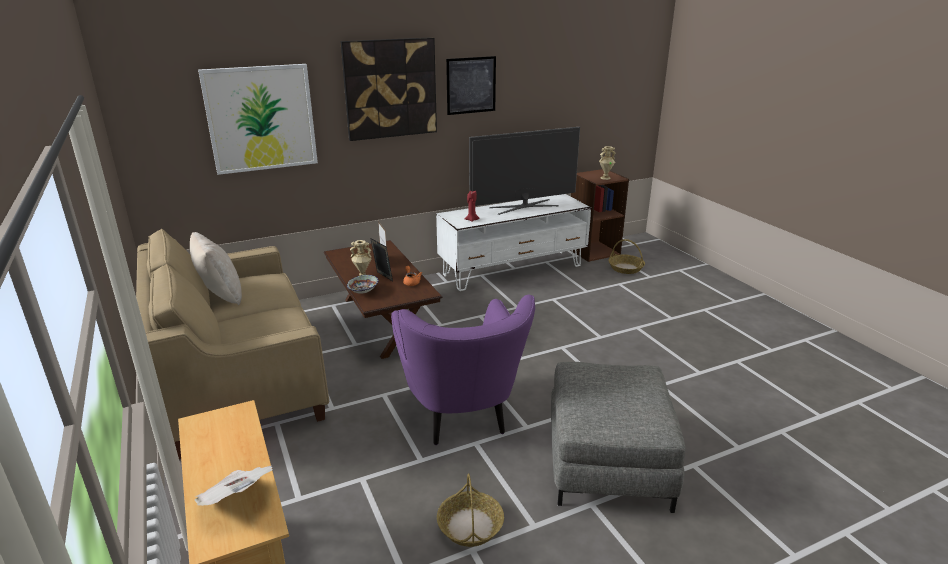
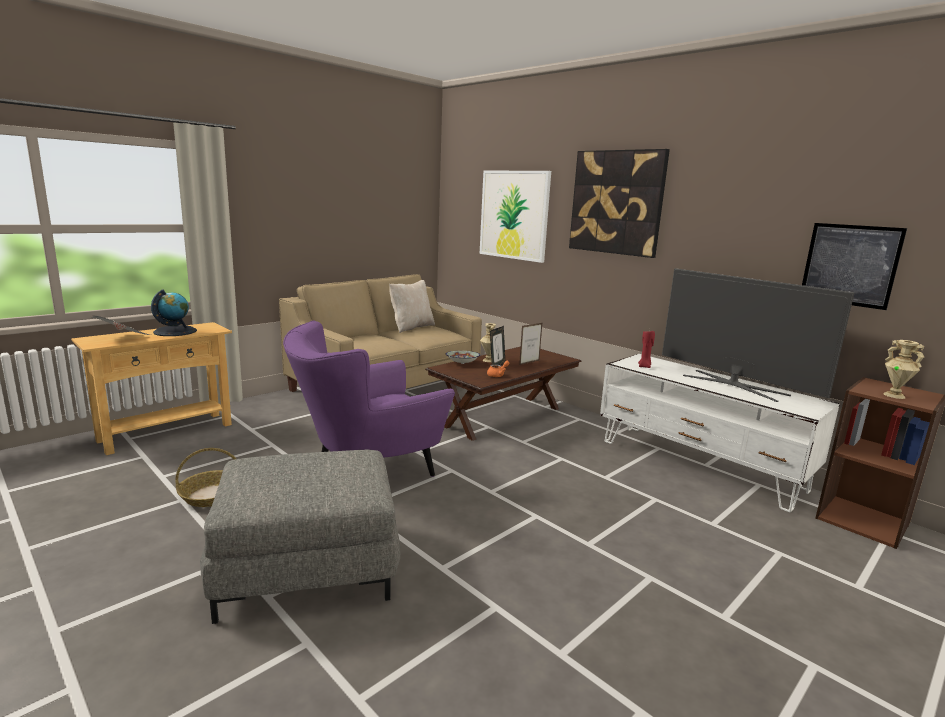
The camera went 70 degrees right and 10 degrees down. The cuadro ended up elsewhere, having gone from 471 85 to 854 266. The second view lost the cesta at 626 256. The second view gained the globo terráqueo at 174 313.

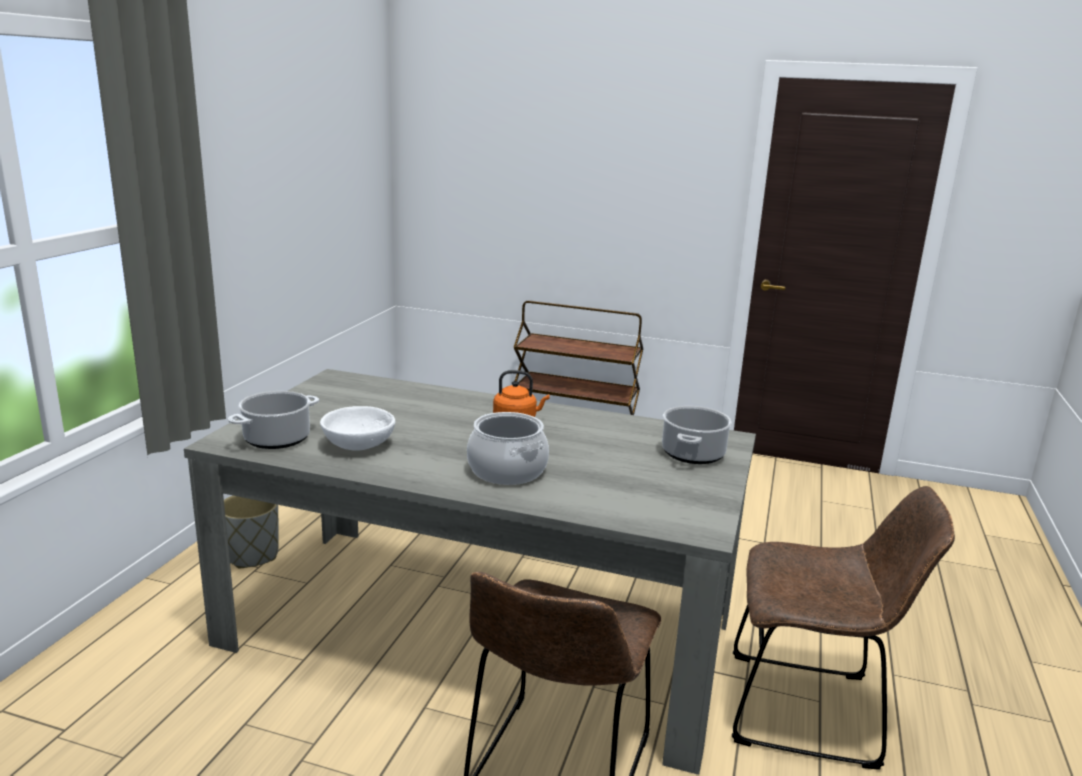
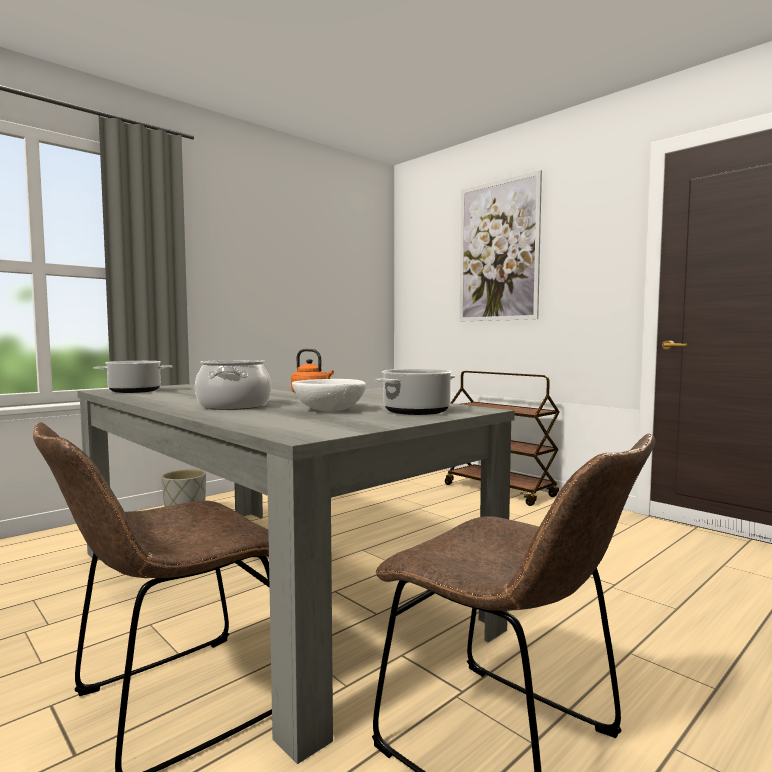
The camera went 30 degrees right and 15 degrees down. The cuenco [blanco] ended up elsewhere, having gone from 357 428 to 329 395. The second view gained the cuadro at 501 245.

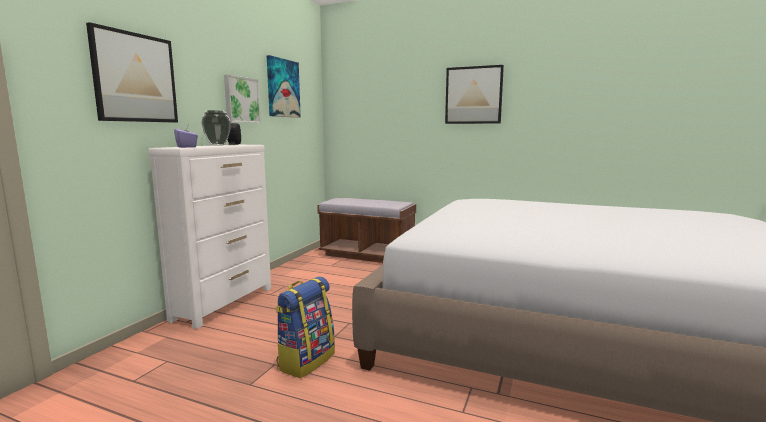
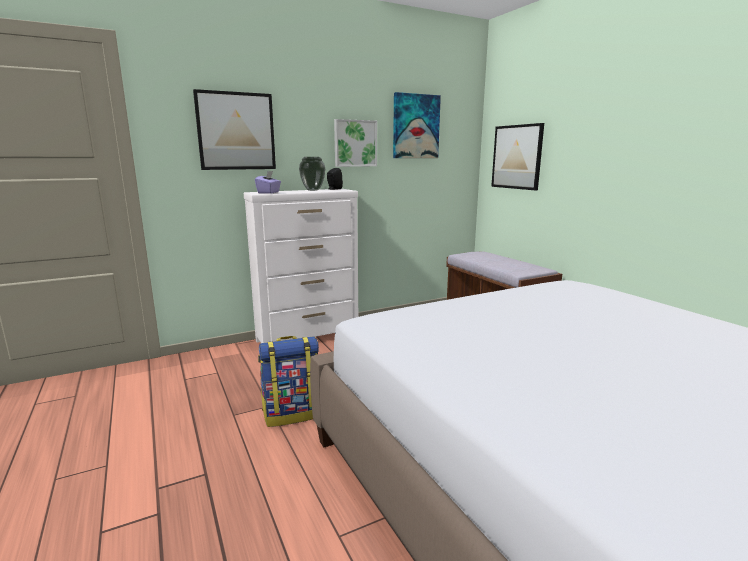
The camera went 40 degrees right and 5 degrees up. The cuadro ended up elsewhere, having gone from 474 94 to 517 156.

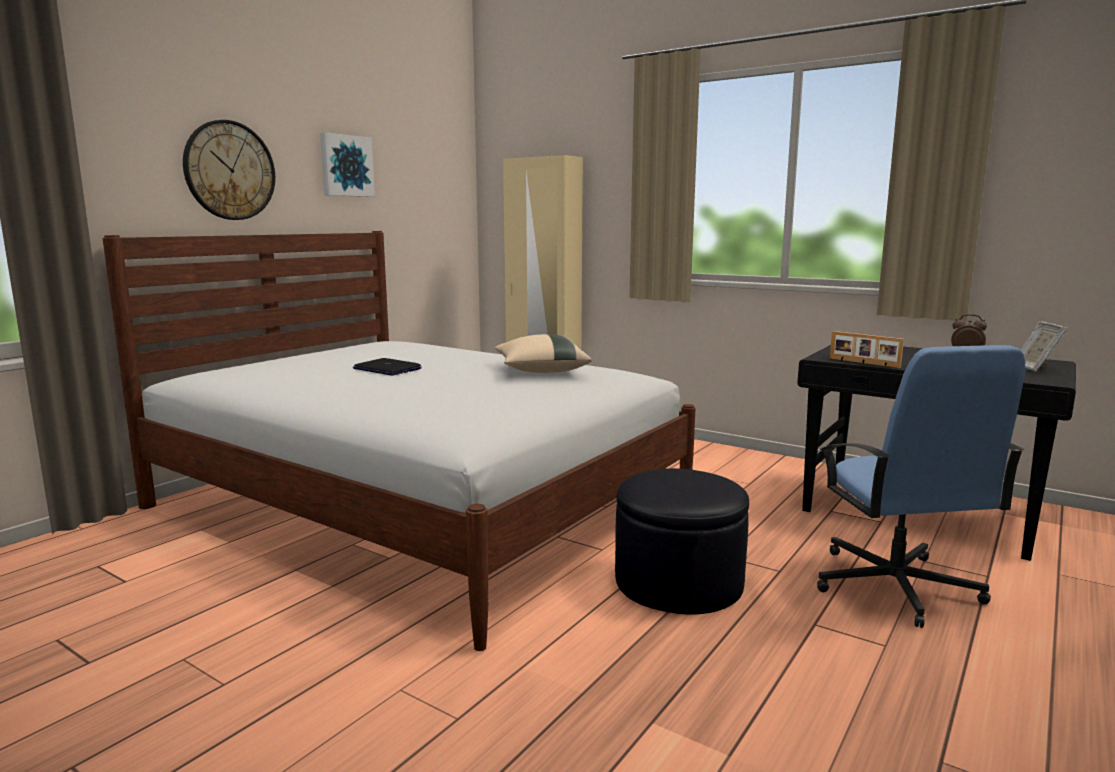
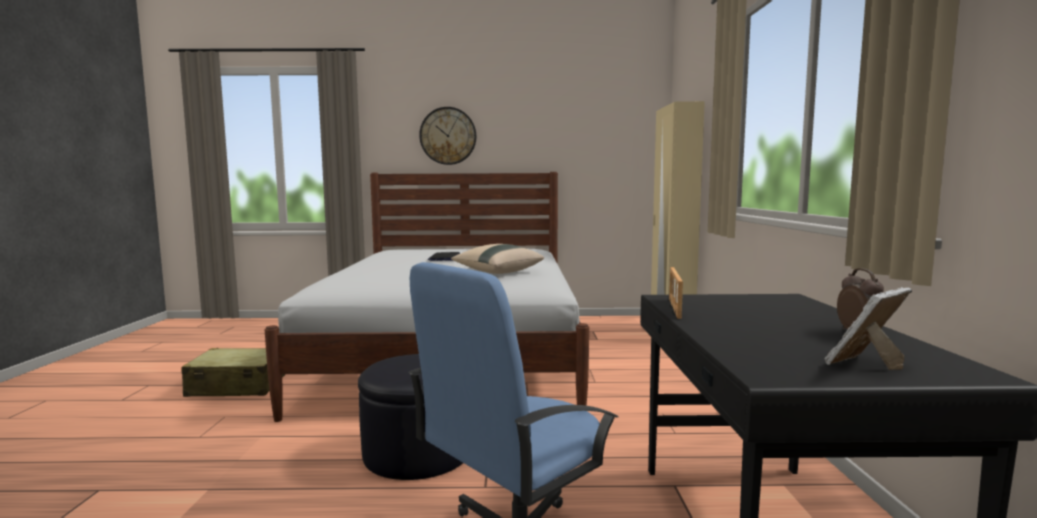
The camera went 55 degrees right and 5 degrees down. The second view lost the cuadro at 347 164. The second view gained the maleta [beis] at 233 372.

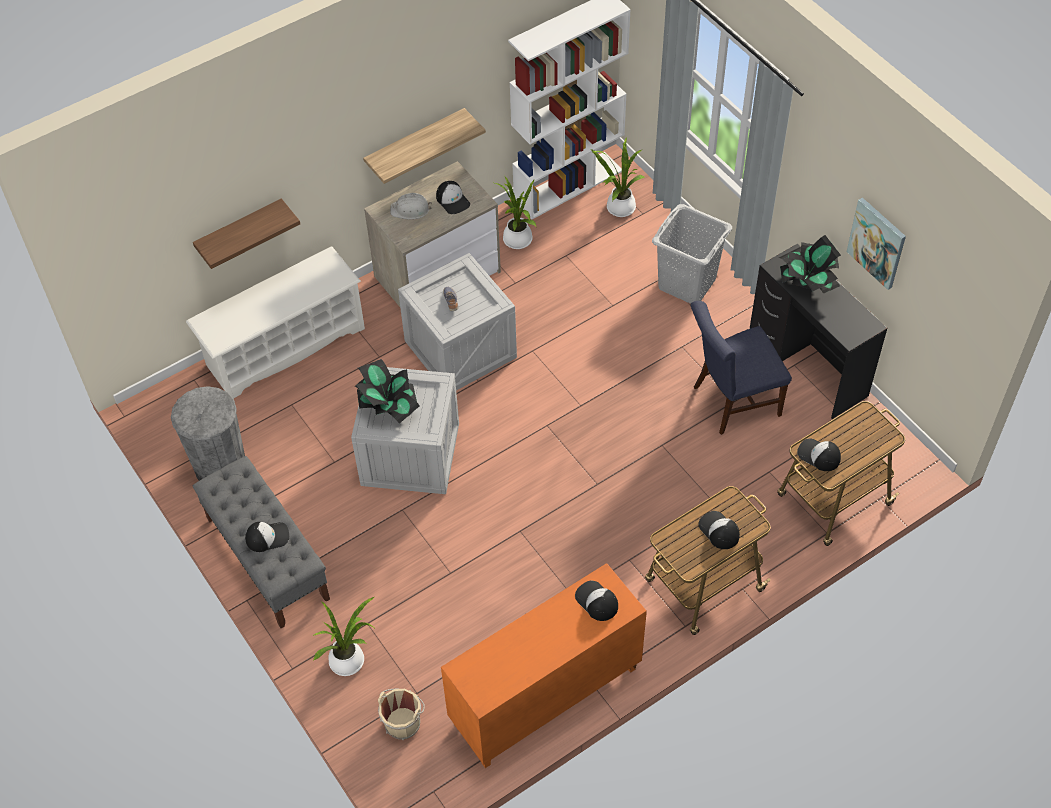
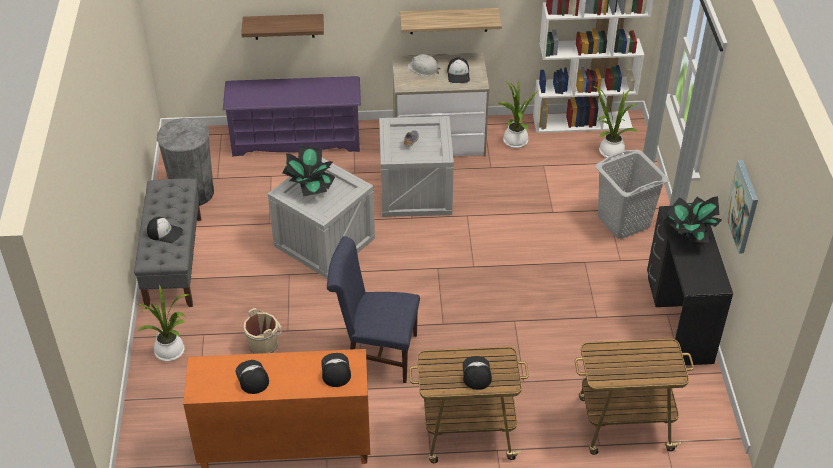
The camera went 30 degrees right and 10 degrees down. What was the zapatero [blanco] at 275 323 turned into the zapatero [morado] at 292 116. The cubo [beis] ended up elsewhere, having gone from 401 714 to 262 331. The silla [azul] ended up elsewhere, having gone from 741 368 to 373 309. The gorra ended up elsewhere, having gone from 819 454 to 252 377.

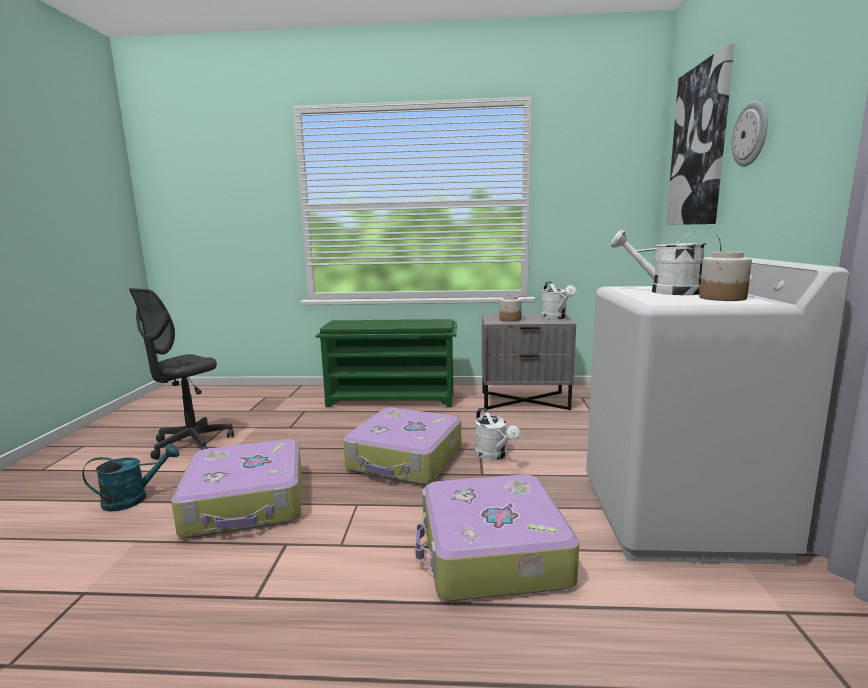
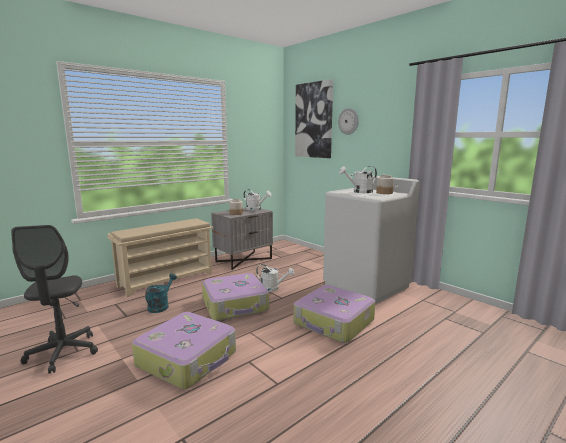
The camera went 45 degrees left and 0 degrees up. The regadera [turquesa] ended up elsewhere, having gone from 131 478 to 161 293. What was the zapatero [verde] at 386 363 turned into the zapatero [beis] at 160 257.

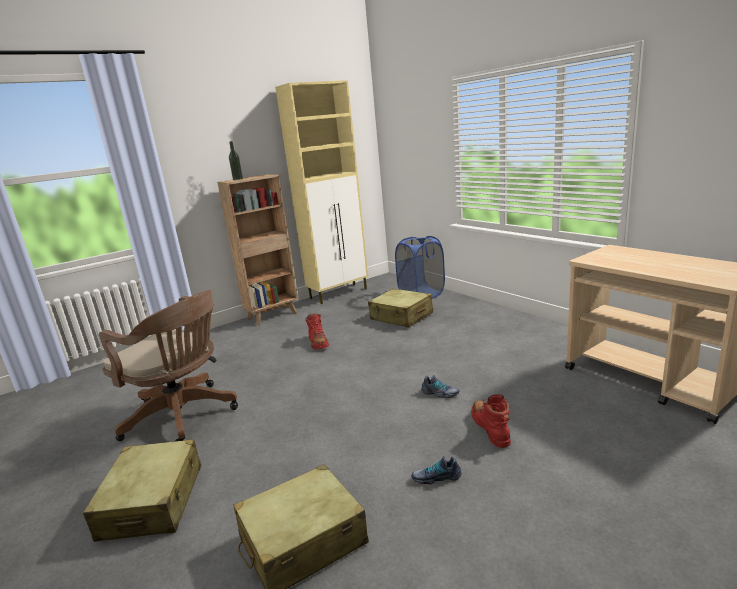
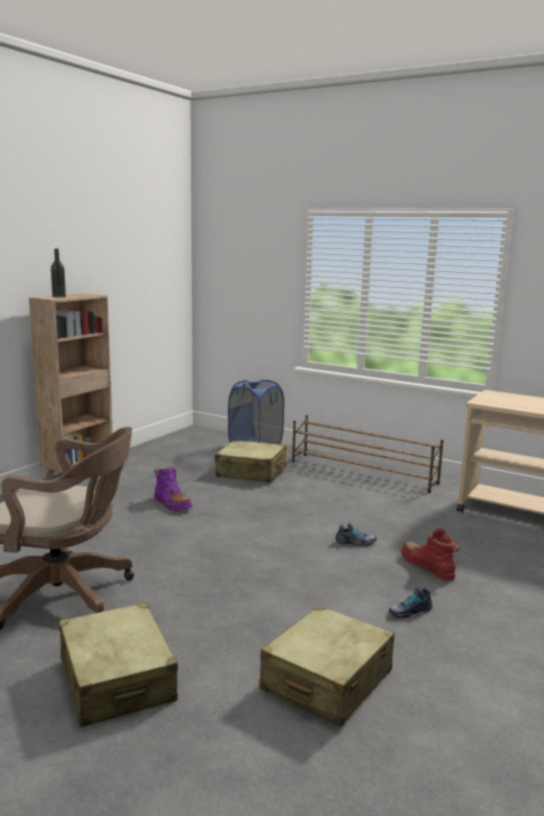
The camera went 25 degrees left and 5 degrees down. The second view lost the armario [beis] at 321 192. What was the bota [rojo] at 317 331 turned into the bota [morado] at 173 489. The second view gained the zapatero [marrón] at 368 454.

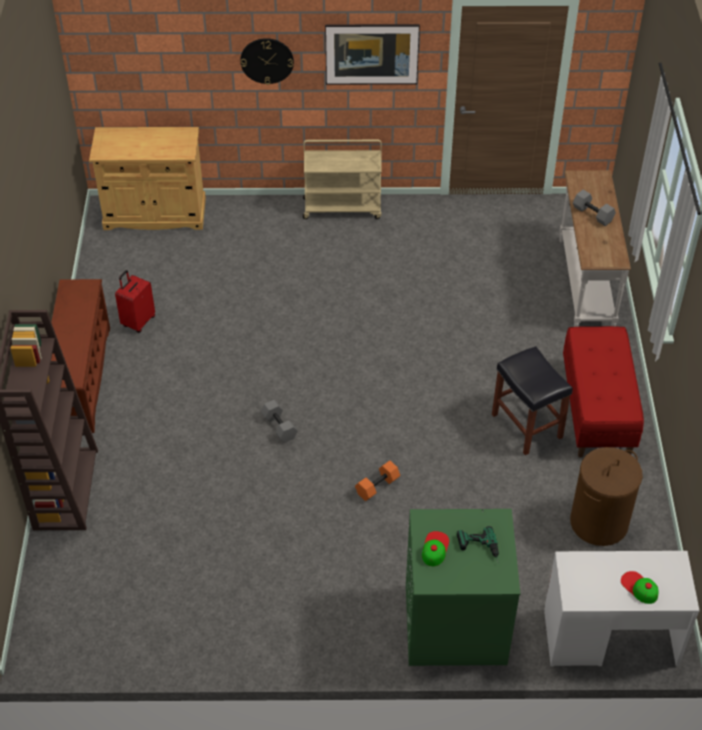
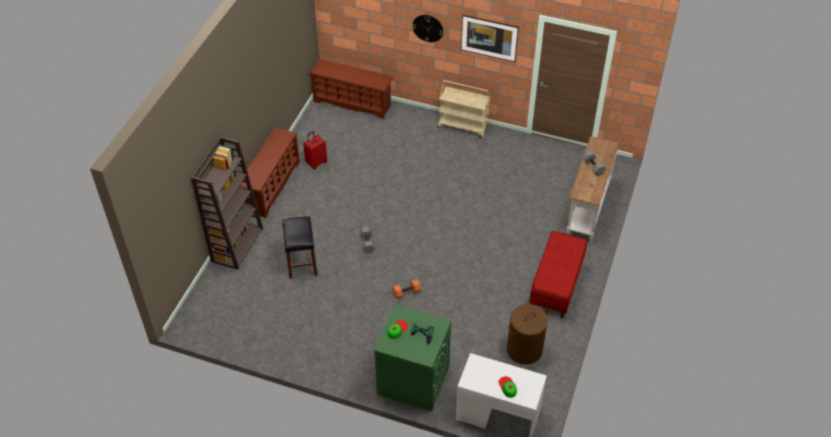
The camera went 20 degrees right and 0 degrees up. Where the armario [beis] stood at 147 178, the zapatero [marrón] came to stand at 351 89. The taburete [negro] ended up elsewhere, having gone from 532 400 to 299 247.

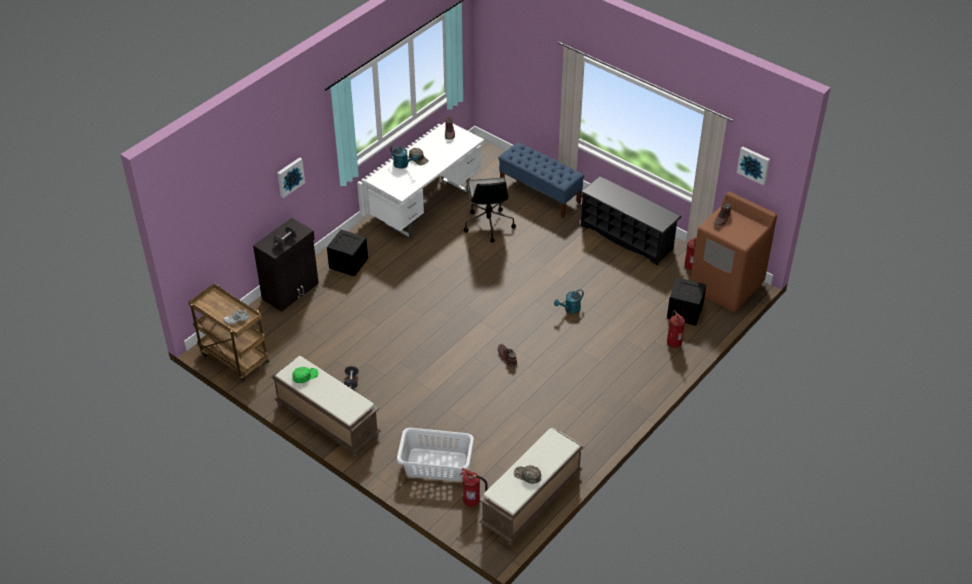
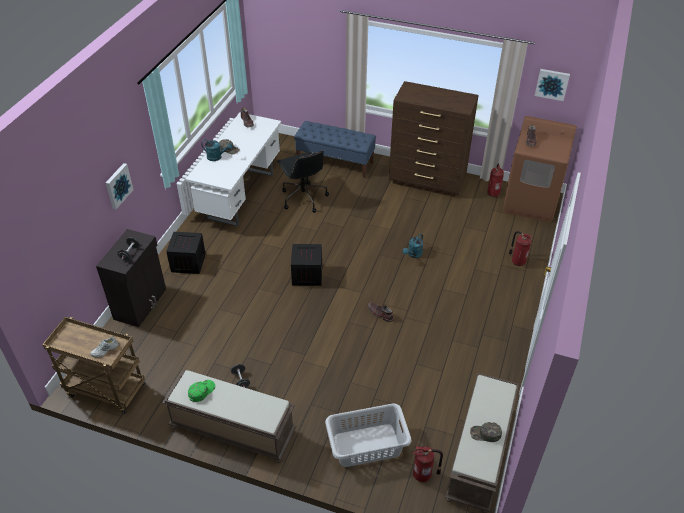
The camera went 20 degrees left and 0 degrees up. Where the zapatero [negro] stood at 631 221, the cómoda [marrón] came to stand at 434 139. The caja de embalaje ended up elsewhere, having gone from 686 302 to 306 265.

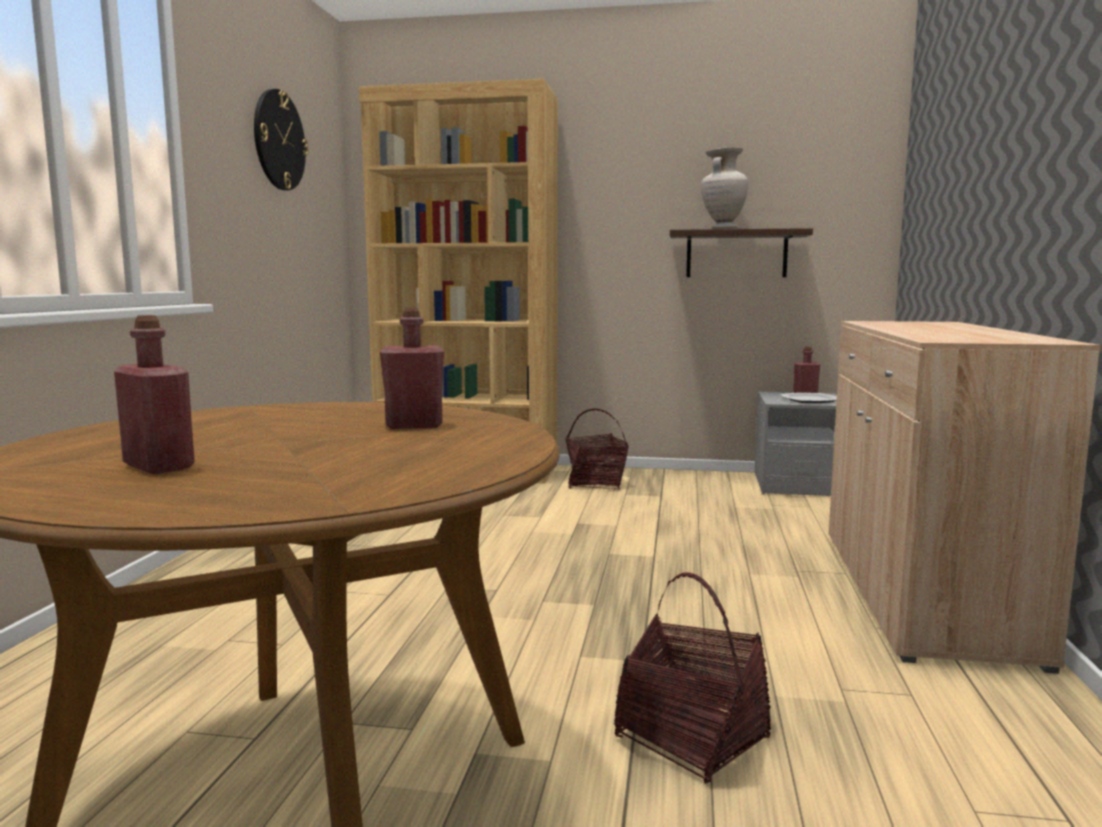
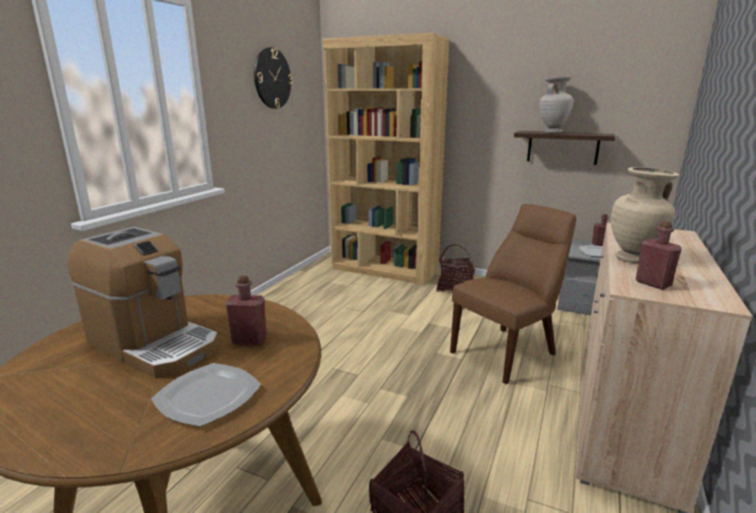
The camera went 15 degrees right and 10 degrees up. The botella [rojo] ended up elsewhere, having gone from 154 394 to 659 255. The second view gained the cafetera at 143 303. The second view gained the plato at 206 395. The second view gained the silla [marrón] at 513 294. The second view gained the florero [beis] at 645 215.

